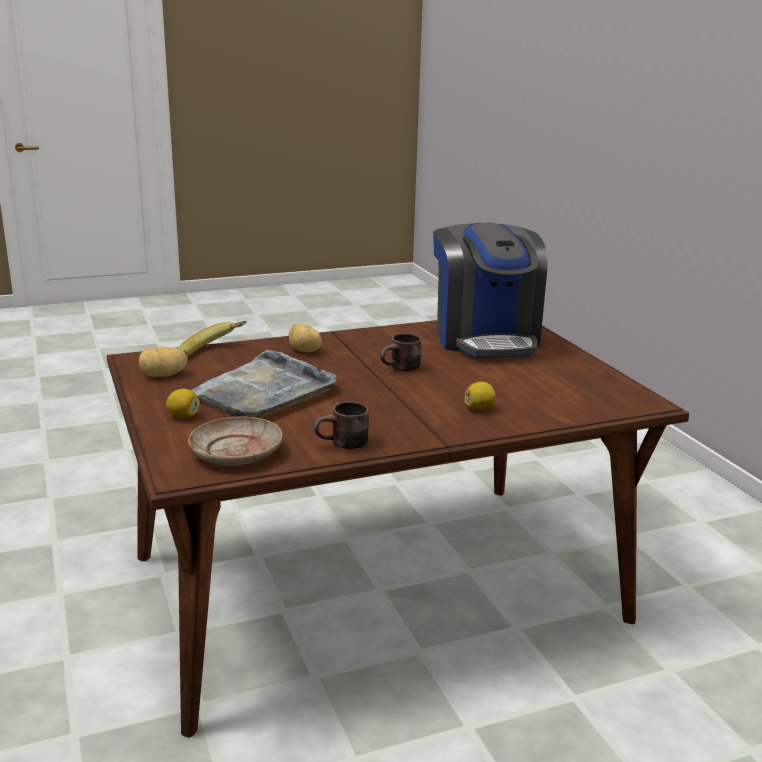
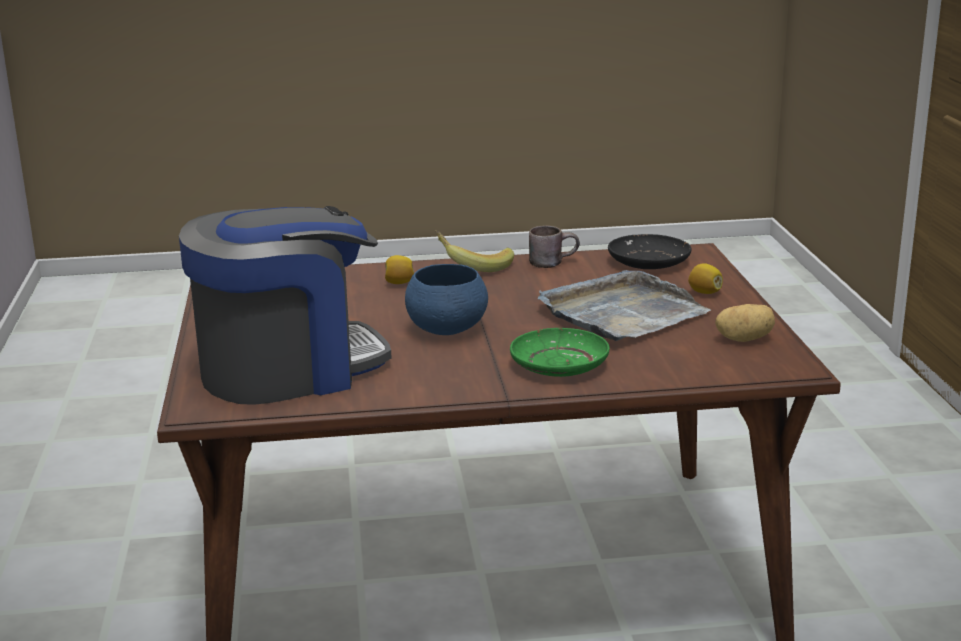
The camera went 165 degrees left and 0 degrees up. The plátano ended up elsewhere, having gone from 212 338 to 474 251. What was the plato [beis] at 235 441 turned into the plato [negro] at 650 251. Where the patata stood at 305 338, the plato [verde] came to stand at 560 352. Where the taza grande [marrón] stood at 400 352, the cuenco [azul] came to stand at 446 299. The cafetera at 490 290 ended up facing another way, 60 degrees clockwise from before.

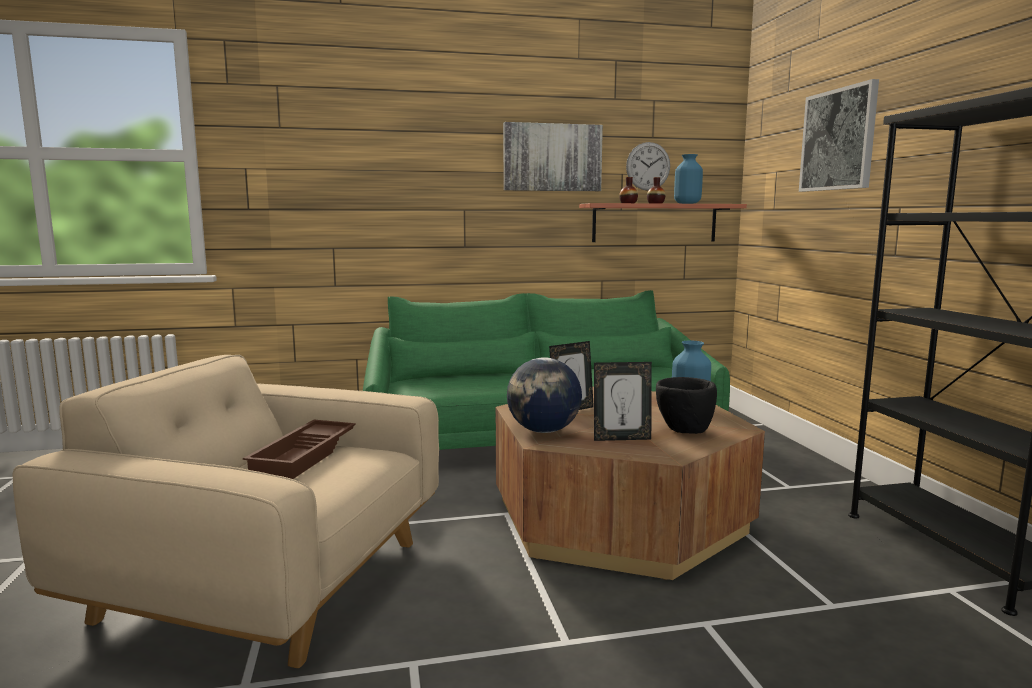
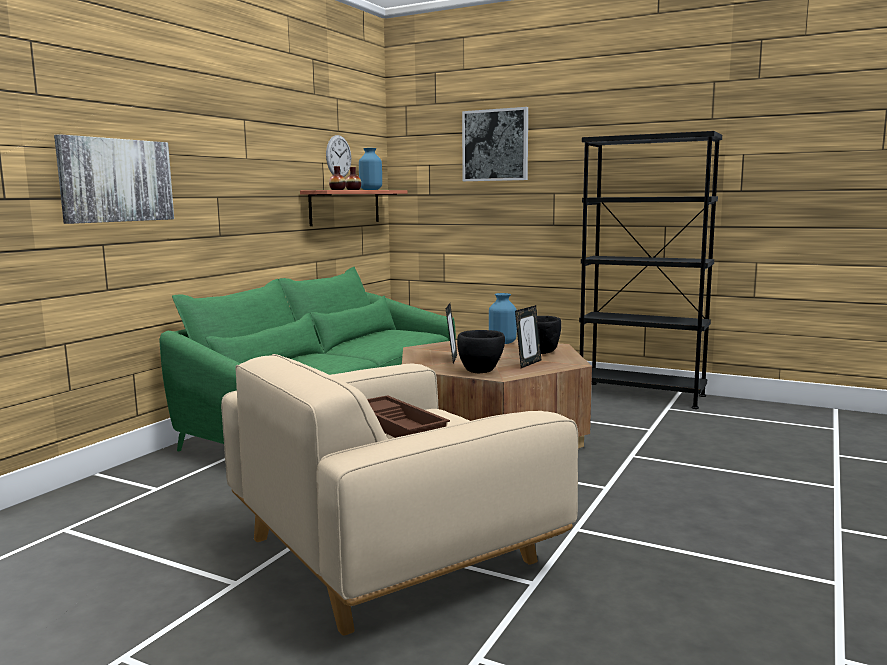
The camera went 50 degrees left and 0 degrees up. The cuadro ended up elsewhere, having gone from 553 156 to 114 179. Where the globo terráqueo stood at 544 395, the cuenco [negro] came to stand at 481 351.

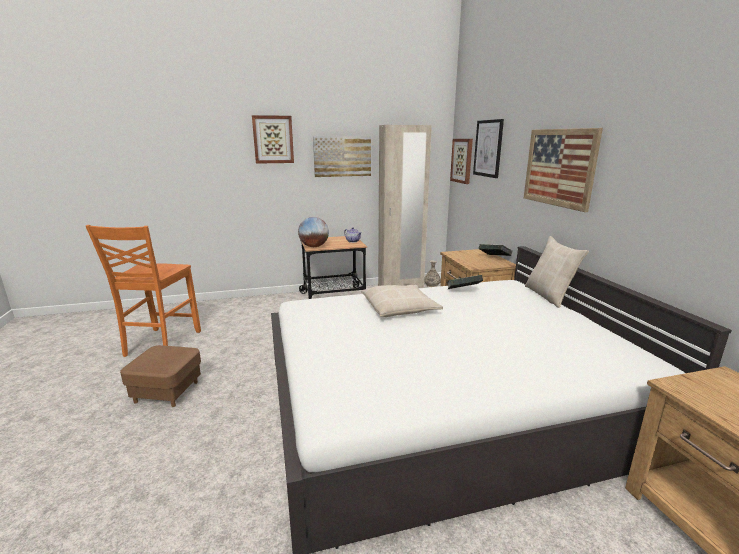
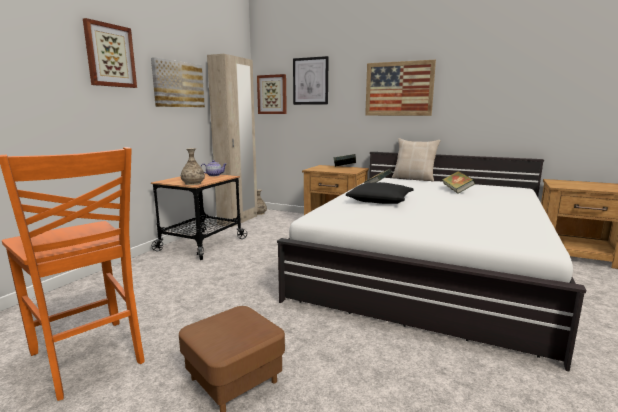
The camera went 50 degrees left and 5 degrees down. Where the globo terráqueo stood at 313 232, the florero came to stand at 193 166. What was the cojín [beis] at 402 301 turned into the cojín [negro] at 379 193. The second view gained the libro at 459 182.

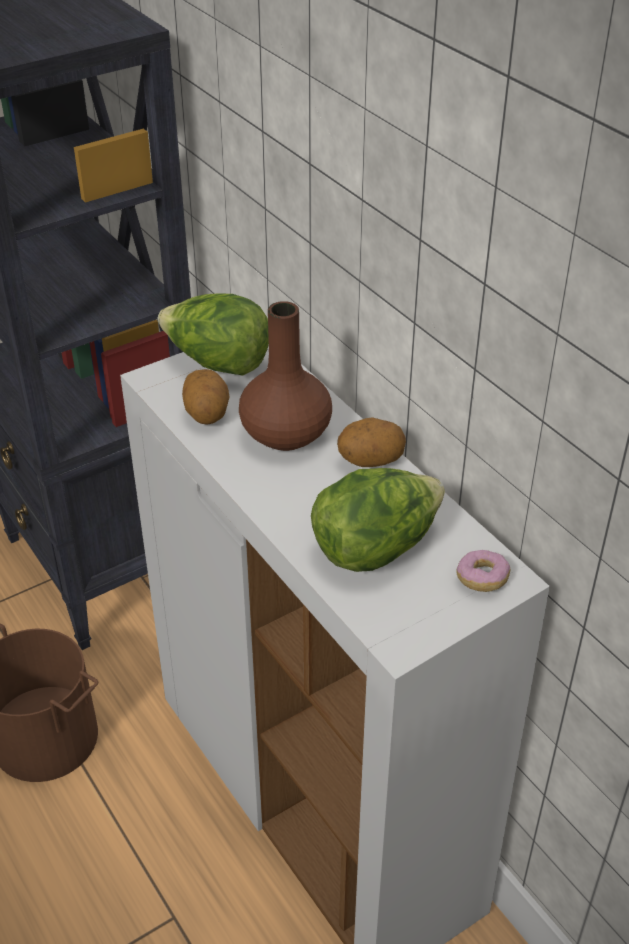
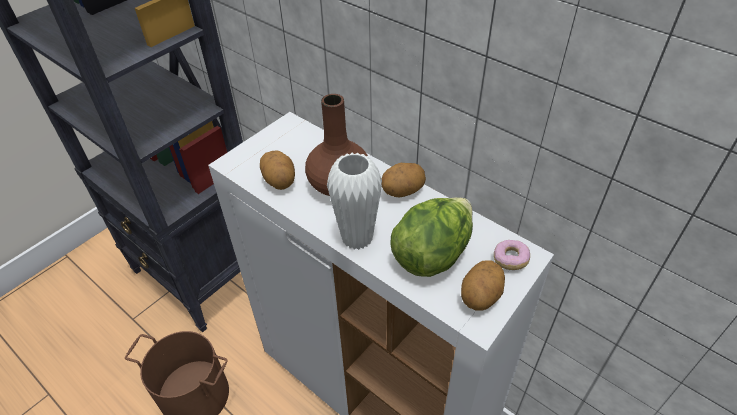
The camera went 15 degrees left and 5 degrees up. The second view lost the lechuga at 213 334. The second view gained the florero [blanco] at 354 201. The second view gained the patata at 483 286.

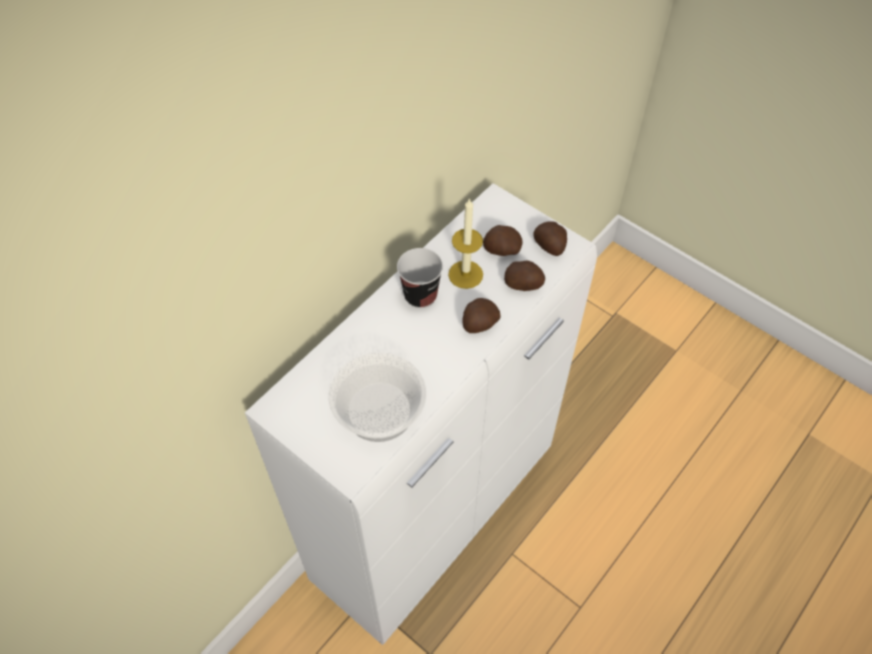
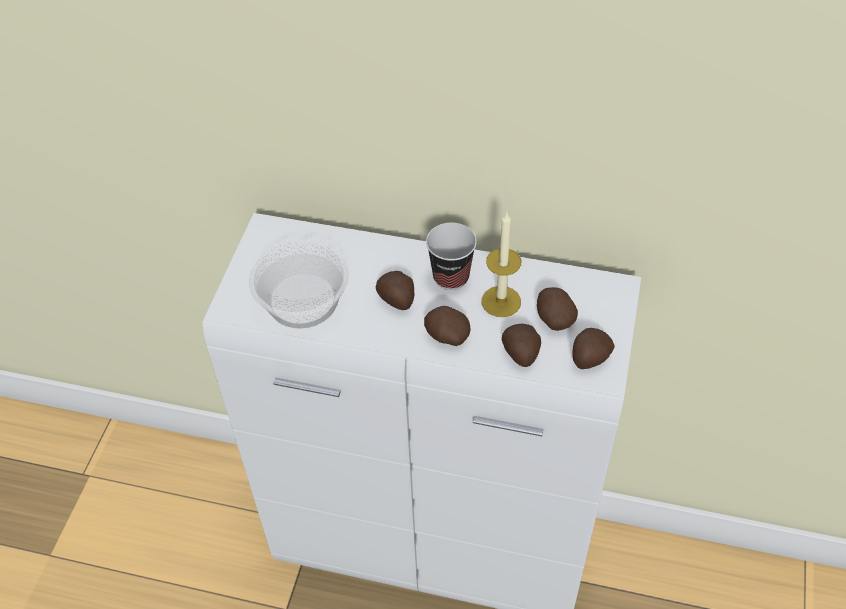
The camera went 65 degrees right and 5 degrees down. The second view gained the patata at 395 290.

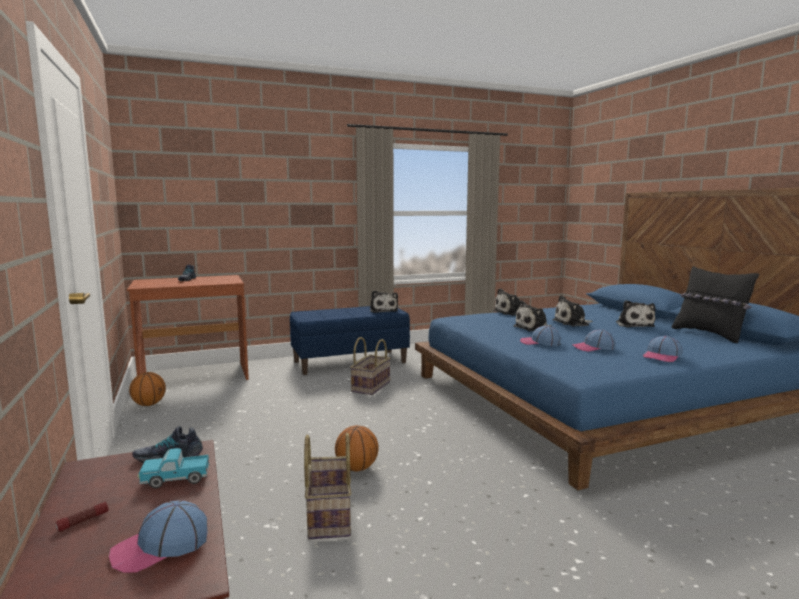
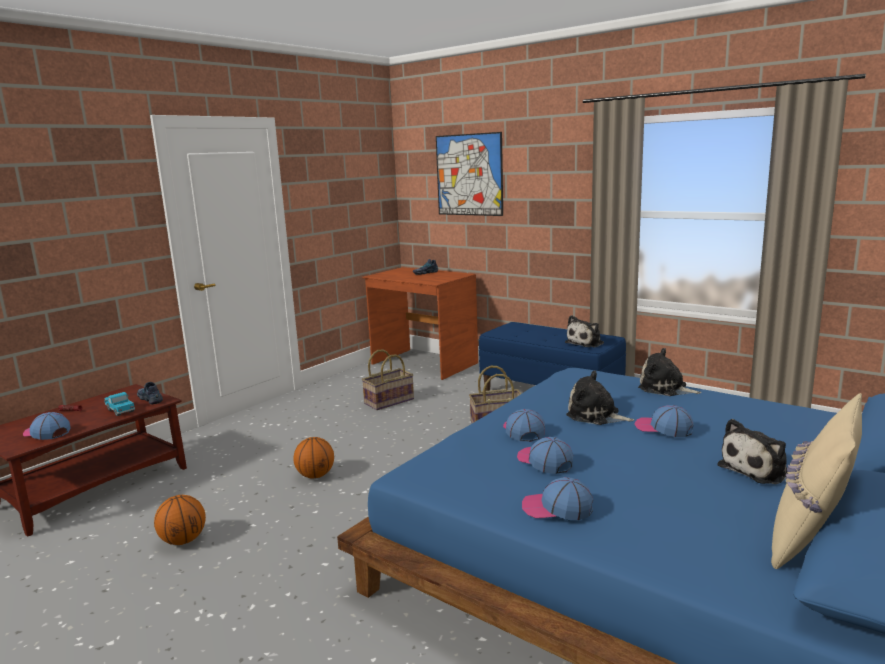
The camera went 60 degrees right and 5 degrees up. The balón de baloncesto ended up elsewhere, having gone from 147 389 to 180 520. The cesta ended up elsewhere, having gone from 327 486 to 388 379. Where the peluche stood at 572 311, the gorra came to stand at 664 421. What was the cojín [negro] at 715 304 turned into the cojín [beis] at 816 481. The second view gained the cuadro at 469 174.

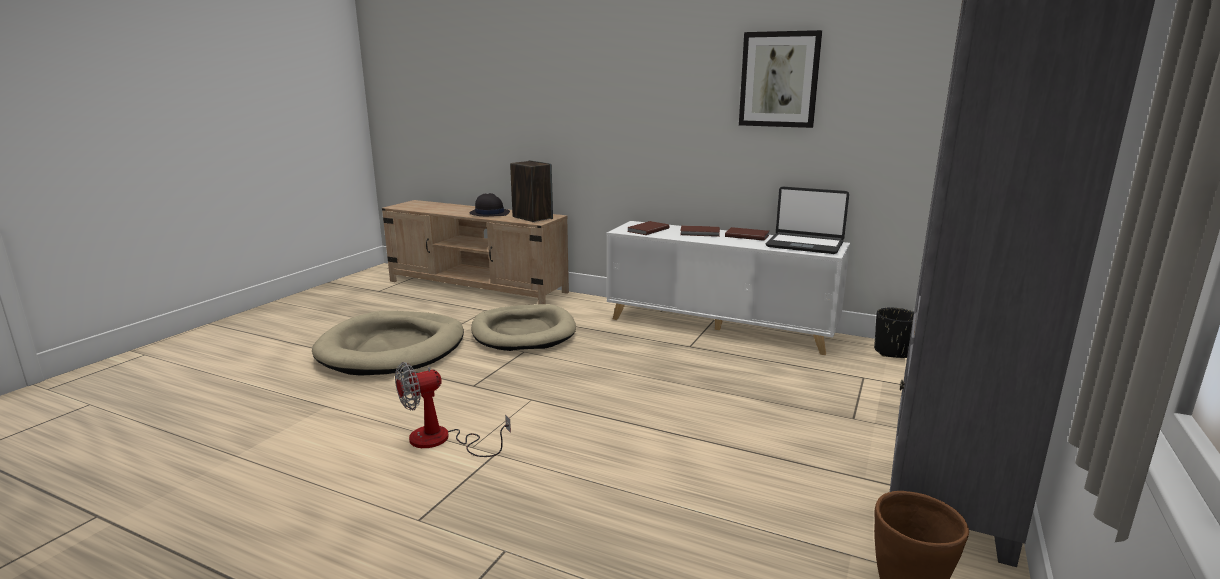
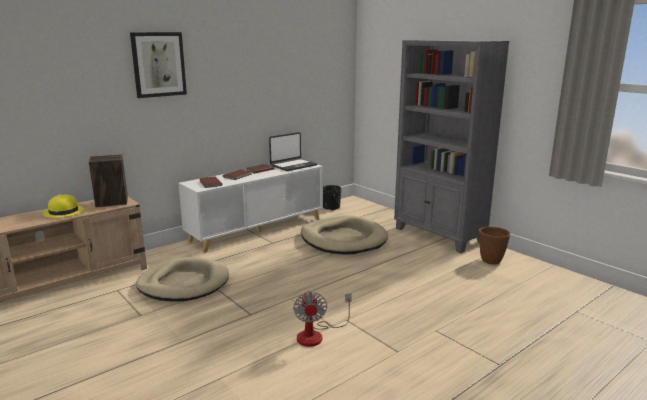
The camera went 65 degrees left and 0 degrees up. The cama para perro [beis] ended up elsewhere, having gone from 388 343 to 344 235. What was the sombrero [negro] at 490 204 turned into the sombrero [amarillo] at 63 206. The cuadro ended up elsewhere, having gone from 780 79 to 158 65.

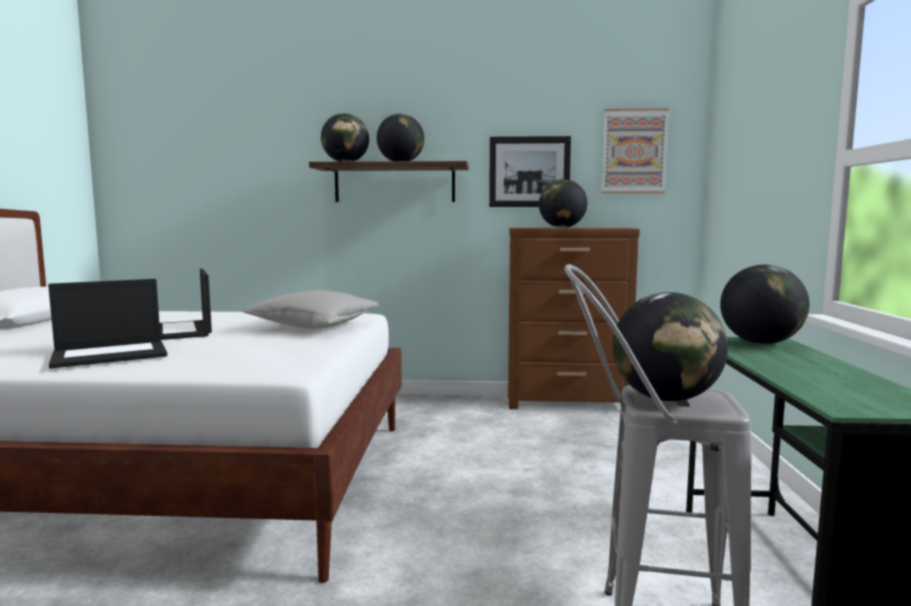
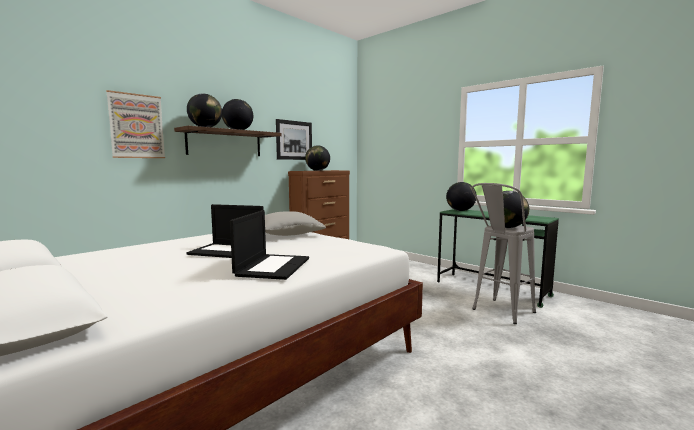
The camera went 50 degrees left and 0 degrees up. The cuadro ended up elsewhere, having gone from 635 150 to 135 124.

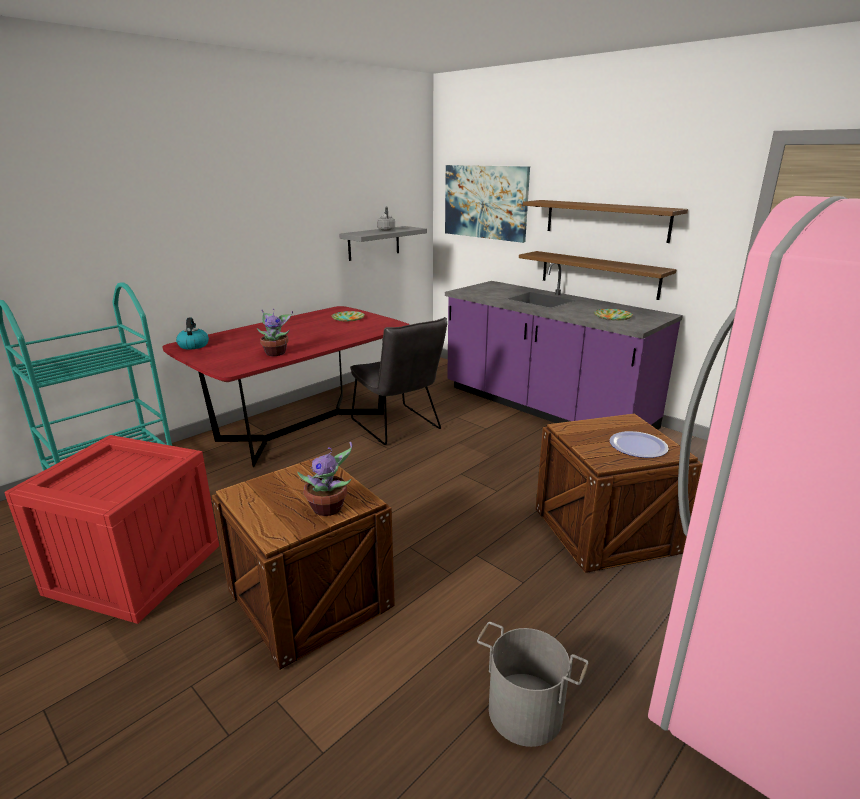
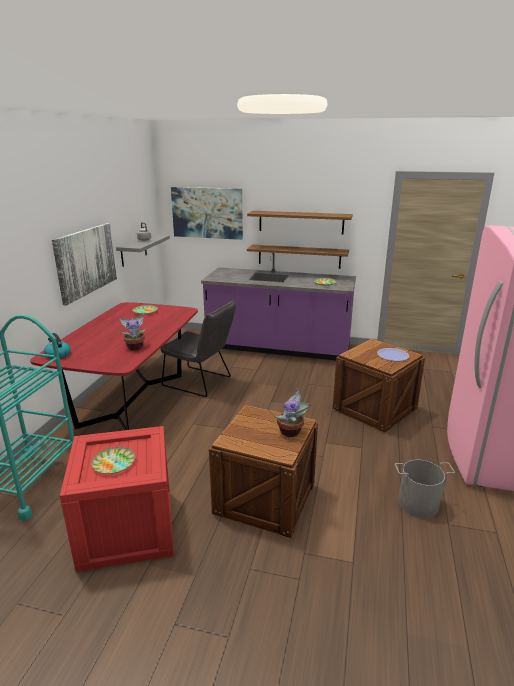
The camera went 30 degrees left and 0 degrees up. The second view gained the cuadro at 84 264. The second view gained the plato at 113 460.

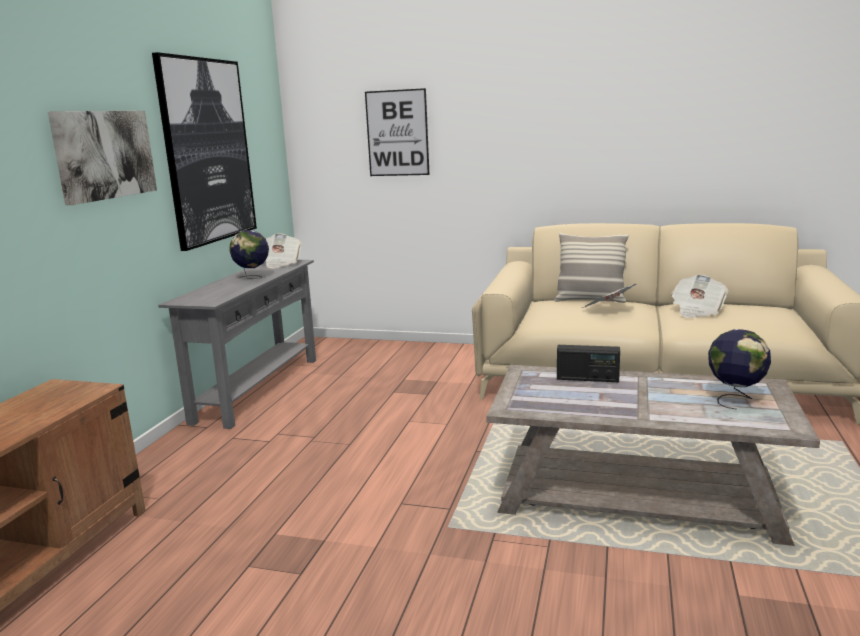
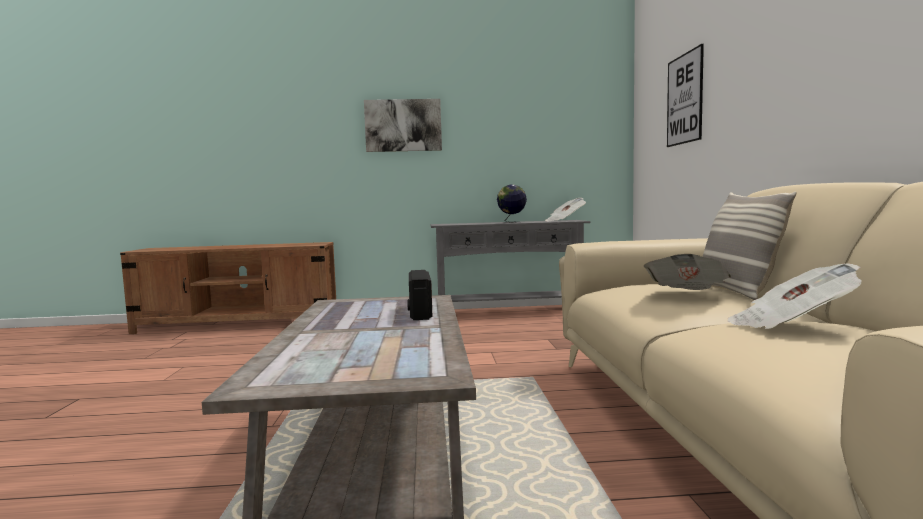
The camera went 70 degrees right and 10 degrees down. The second view lost the cuadro at 204 151. The second view lost the globo terráqueo at 739 369.

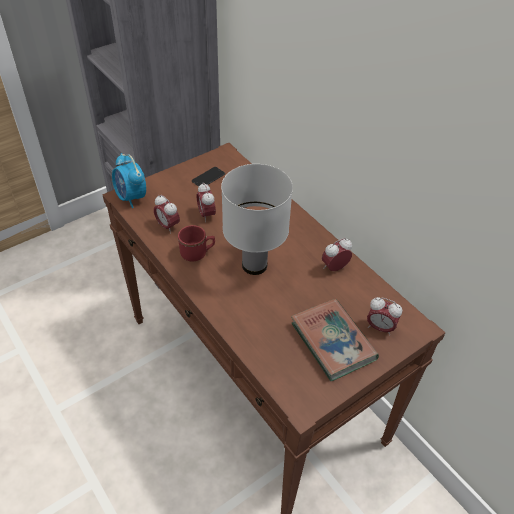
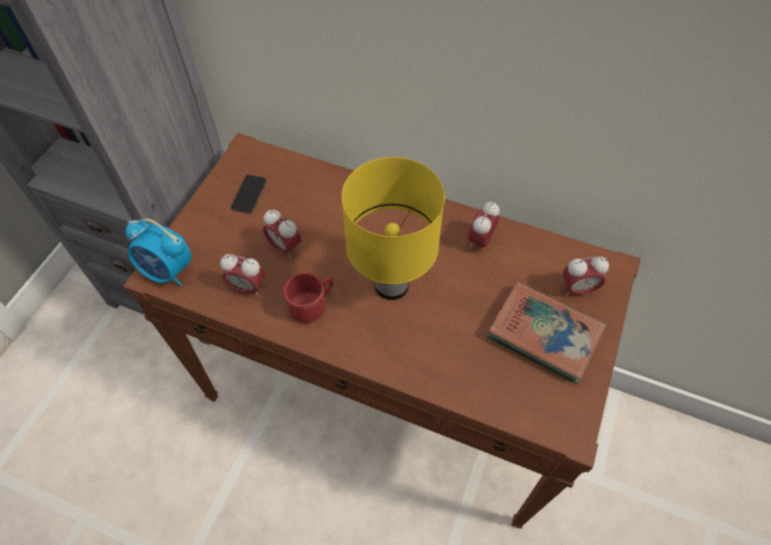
The camera went 30 degrees left and 10 degrees up. What was the lámpara de mesa [blanco] at 257 219 turned into the lámpara de mesa [amarillo] at 393 228.

